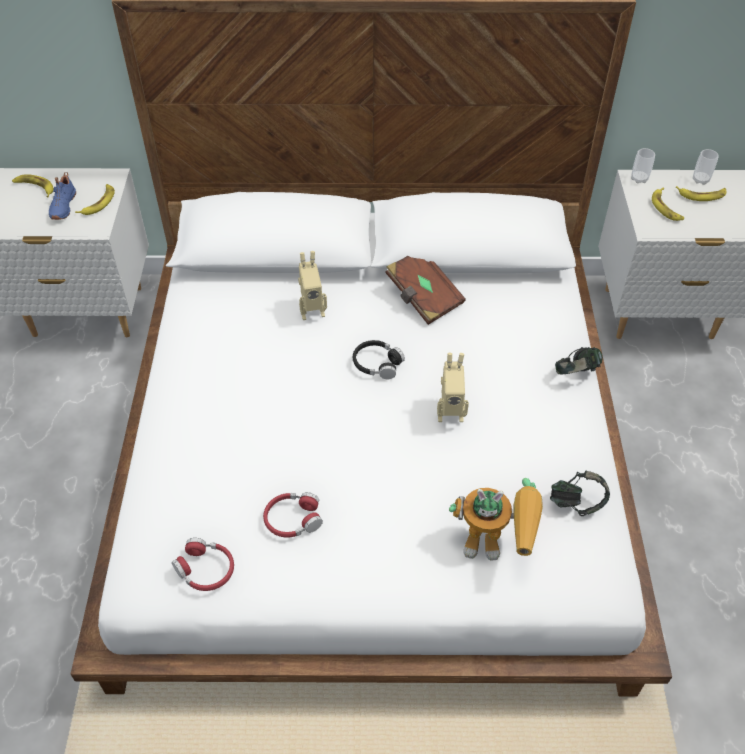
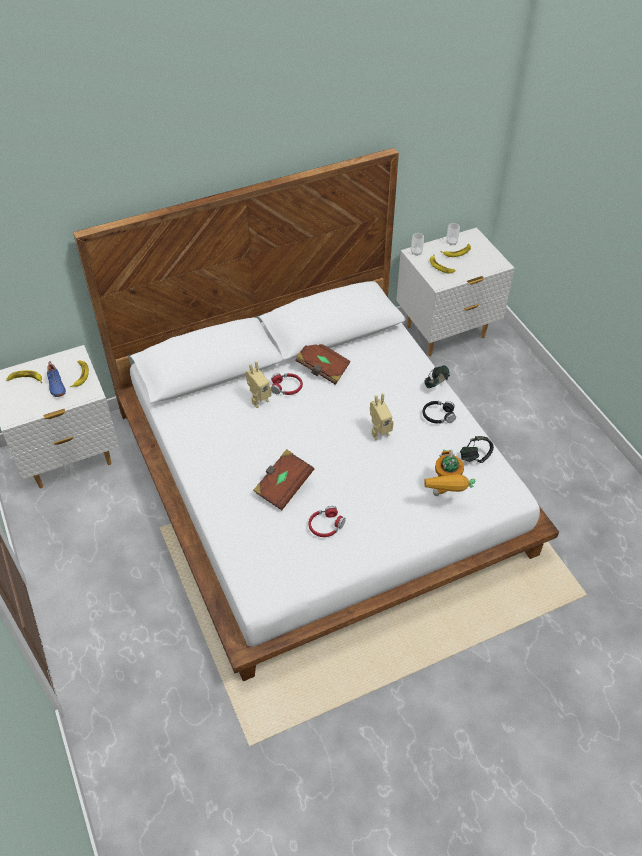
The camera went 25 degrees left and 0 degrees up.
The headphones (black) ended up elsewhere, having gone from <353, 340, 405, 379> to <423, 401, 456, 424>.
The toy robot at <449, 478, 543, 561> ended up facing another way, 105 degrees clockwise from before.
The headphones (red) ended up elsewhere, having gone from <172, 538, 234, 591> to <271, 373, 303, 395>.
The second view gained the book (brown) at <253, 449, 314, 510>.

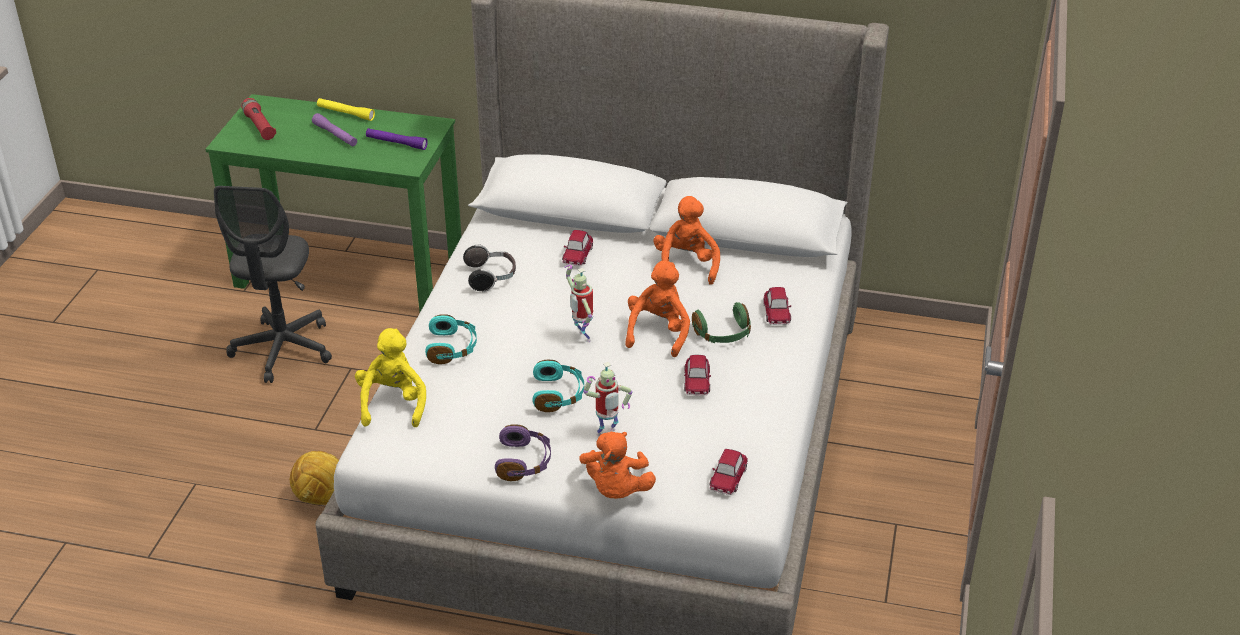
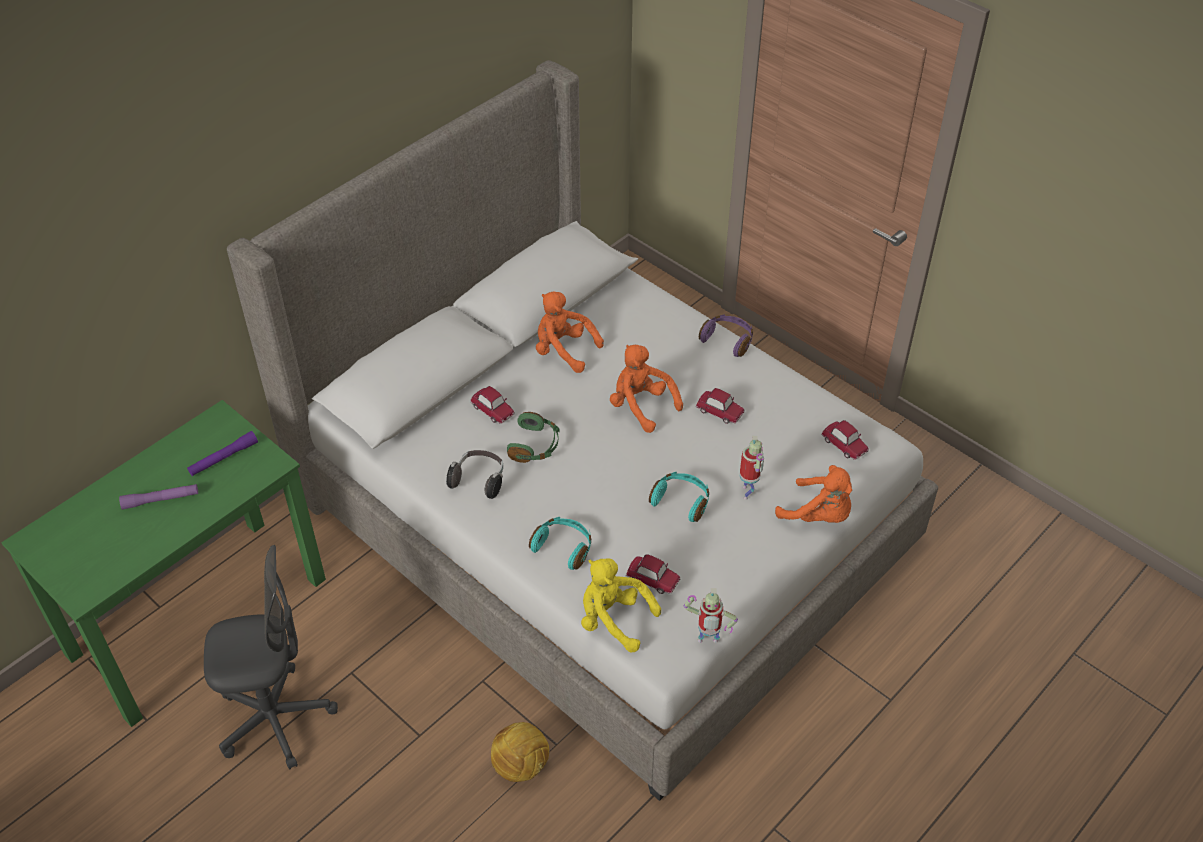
The camera went 60 degrees left and 10 degrees up.
The second view lost the flashlight (red) at <241, 98, 276, 140>.
The second view lost the flashlight (yellow) at <317, 98, 375, 121>.
The office chair (grey) at <214, 186, 332, 383> ended up facing another way, 45 degrees counterclockwise from before.
The toy robot ended up elsewhere, having gone from <564, 265, 593, 342> to <684, 588, 738, 643>.
The toy car ended up elsewhere, having gone from <763, 287, 791, 325> to <626, 554, 681, 594>.
The headphones (green) ended up elsewhere, having gone from <692, 302, 751, 343> to <507, 412, 560, 463>.
The headphones (purple) ended up elsewhere, having gone from <495, 424, 551, 481> to <699, 314, 753, 357>.

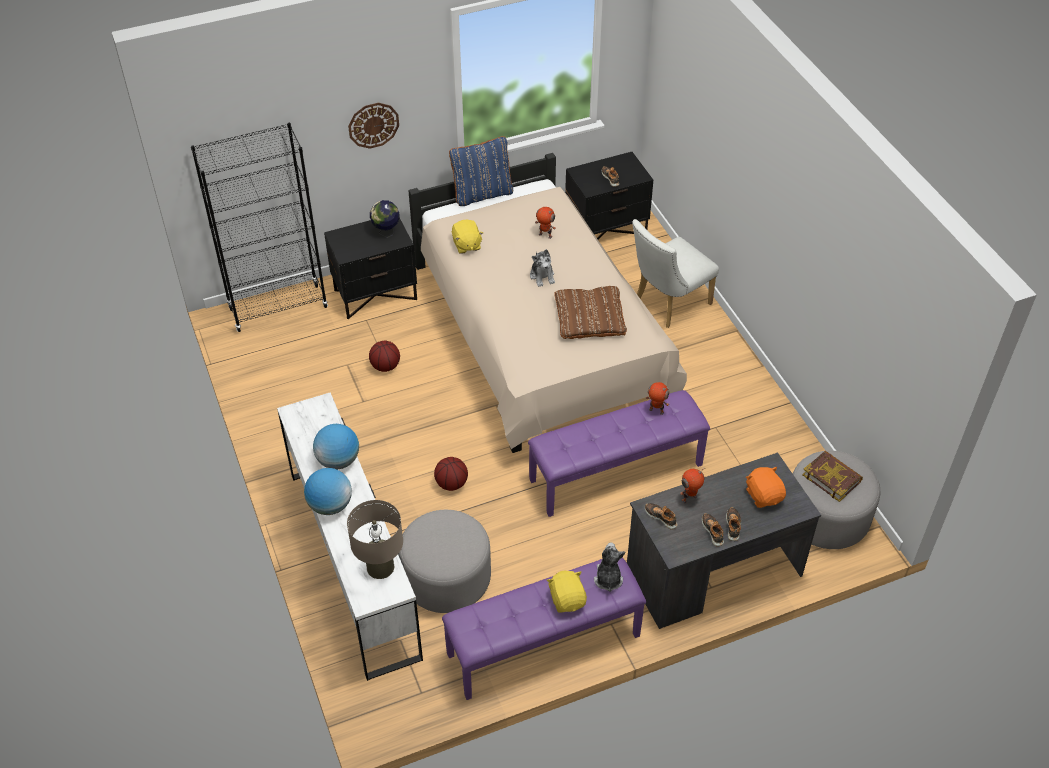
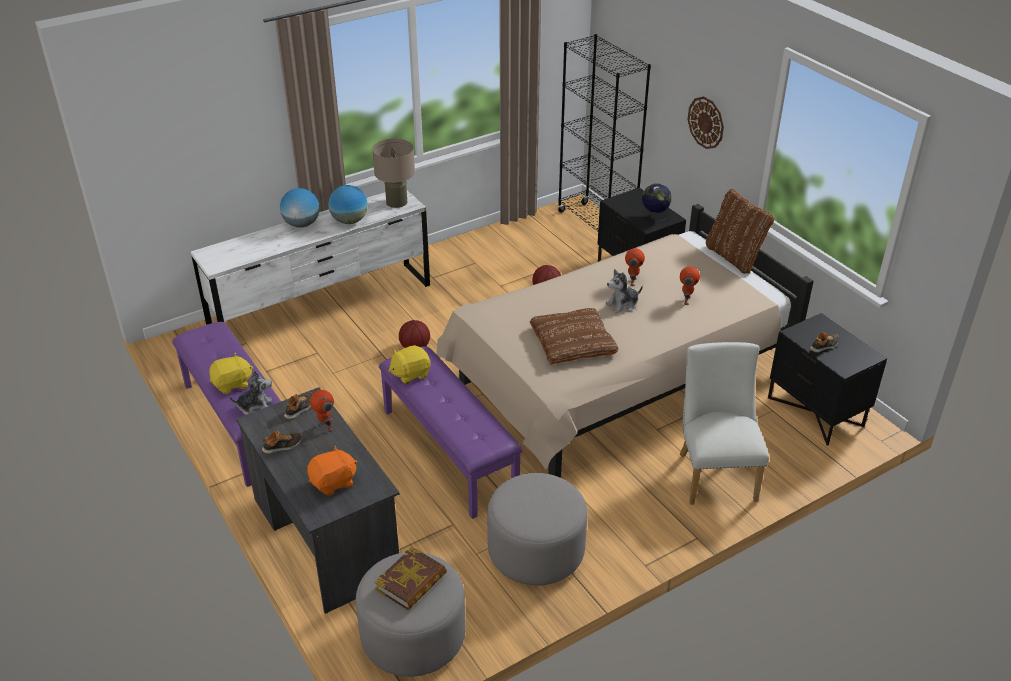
The camera went 80 degrees right and 10 degrees down.
What was the pillow (blue) at <449, 136, 513, 206> turned into the pillow (brown) at <706, 189, 774, 274>.
The chair (white) at <632, 219, 719, 328> ended up facing another way, 45 degrees clockwise from before.
The plush toy (yellow) ended up elsewhere, having gone from <452, 220, 483, 254> to <389, 345, 431, 384>.
The toy robot ended up elsewhere, having gone from <646, 382, 669, 415> to <625, 248, 645, 286>.
The table lamp (beige) ended up elsewhere, having gone from <347, 500, 403, 579> to <372, 138, 415, 208>.
The second view lost the shoe at <726, 507, 741, 541>.
The ottoman (grey) ended up elsewhere, having gone from <399, 510, 491, 613> to <487, 473, 587, 585>.

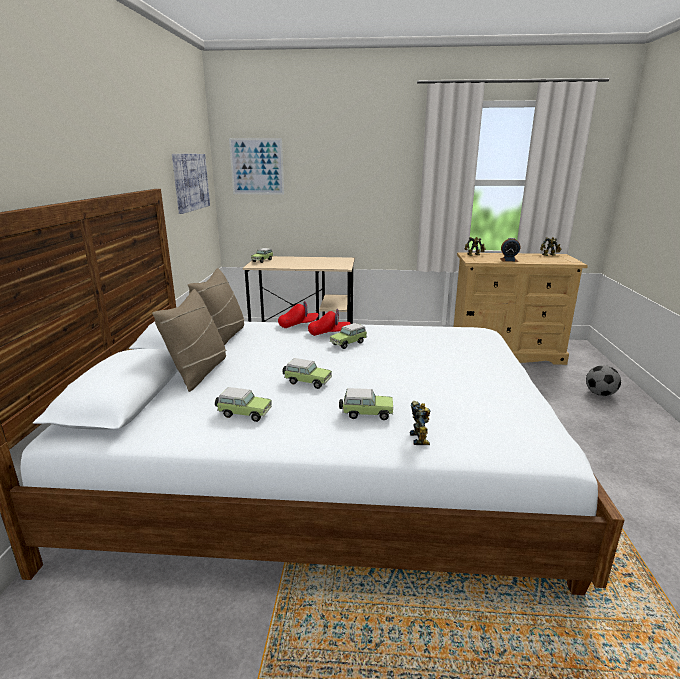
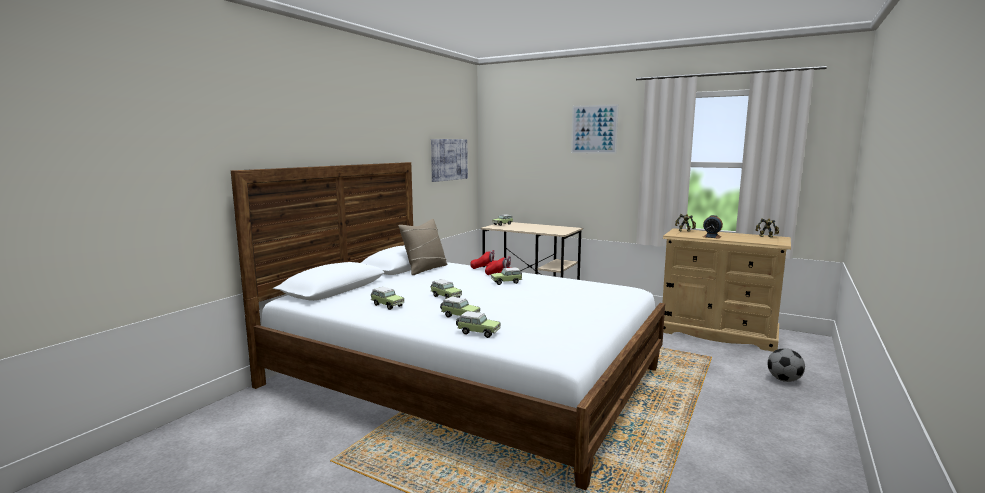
The camera went 25 degrees right and 10 degrees down.
The picture ended up elsewhere, having gone from <229, 138, 284, 195> to <571, 104, 619, 154>.
The second view lost the pillow (beige) at <152, 289, 226, 392>.
Where the toy robot stood at <410, 401, 430, 445>, the toy car came to stand at <456, 311, 501, 338>.

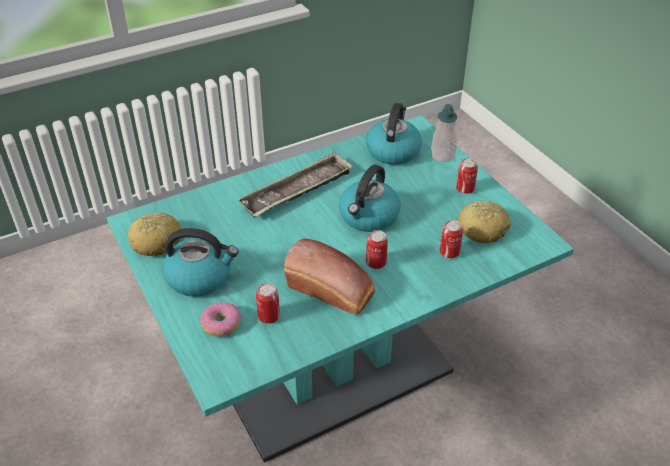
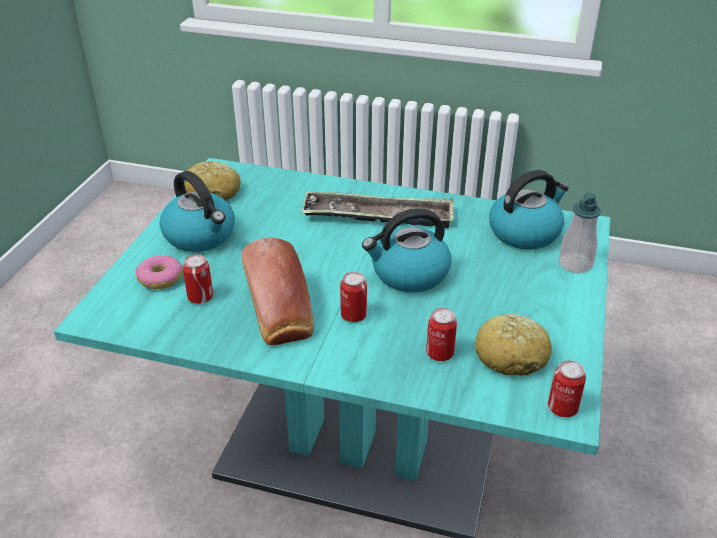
The camera went 45 degrees right and 5 degrees down.
The can ended up elsewhere, having gone from <456, 158, 478, 194> to <548, 360, 586, 417>.

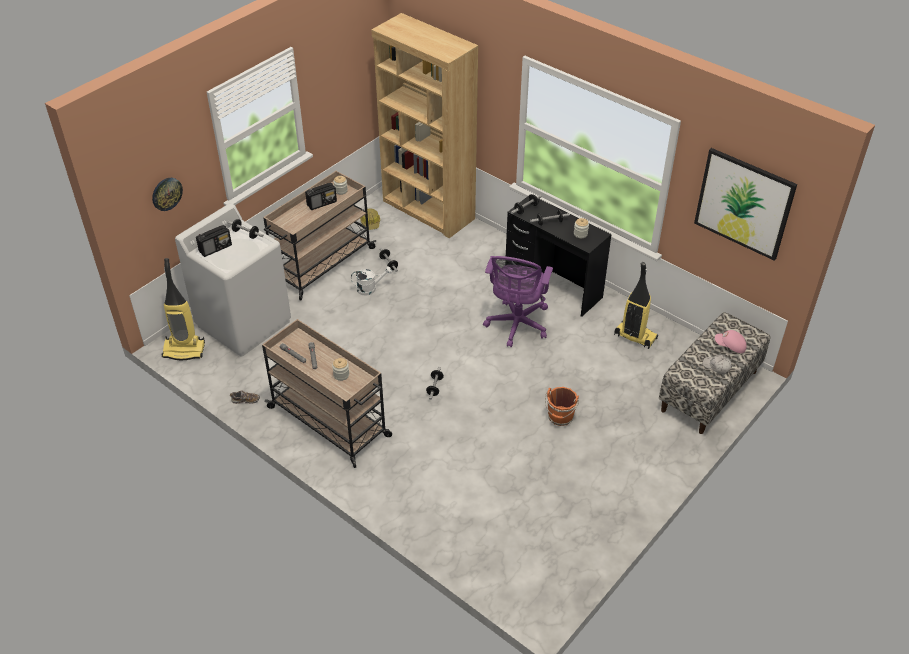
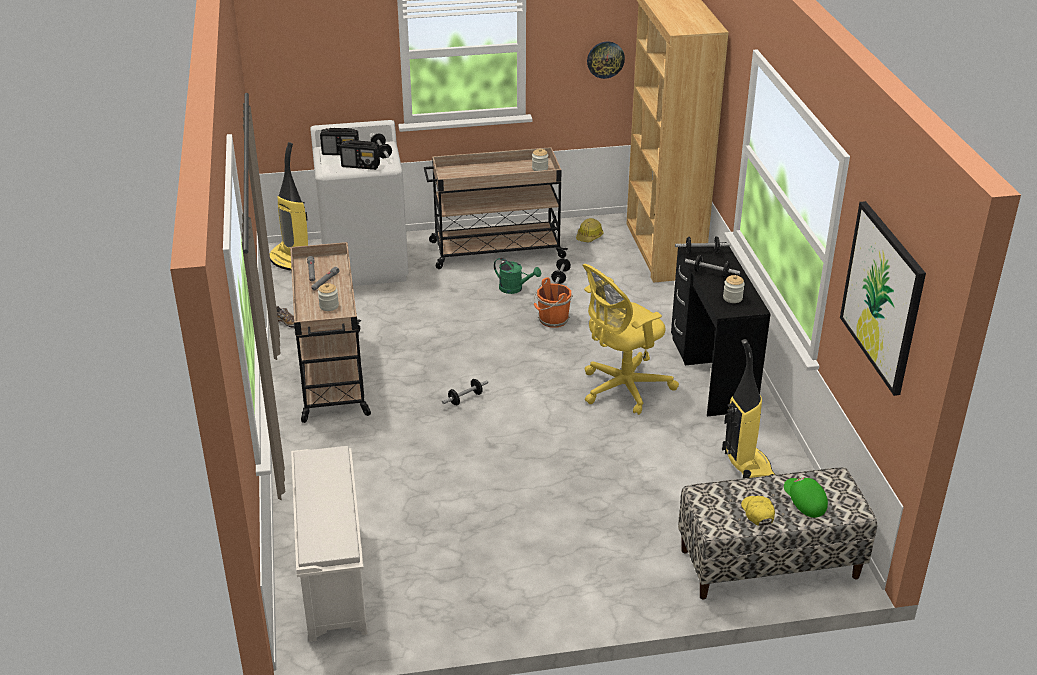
The camera went 40 degrees right and 10 degrees down.
The wall clock ended up elsewhere, having gone from <152, 178, 183, 211> to <587, 41, 625, 79>.
The radio ended up elsewhere, having gone from <305, 183, 337, 210> to <340, 140, 380, 170>.
What was the office chair (purple) at <483, 256, 553, 347> turned into the office chair (yellow) at <582, 264, 679, 415>.
What was the watering can (white) at <351, 266, 392, 296> turned into the watering can (green) at <494, 258, 541, 294>.
What was the cap (pink) at <715, 330, 747, 353> turned into the cap (green) at <784, 477, 828, 518>.
What was the cap (white) at <703, 355, 732, 374> turned into the cap (yellow) at <741, 496, 775, 526>.
The bucket (orange) ended up elsewhere, having gone from <545, 387, 579, 426> to <534, 277, 573, 327>.
The second view gained the shoe rack (white) at <291, 446, 367, 642>.

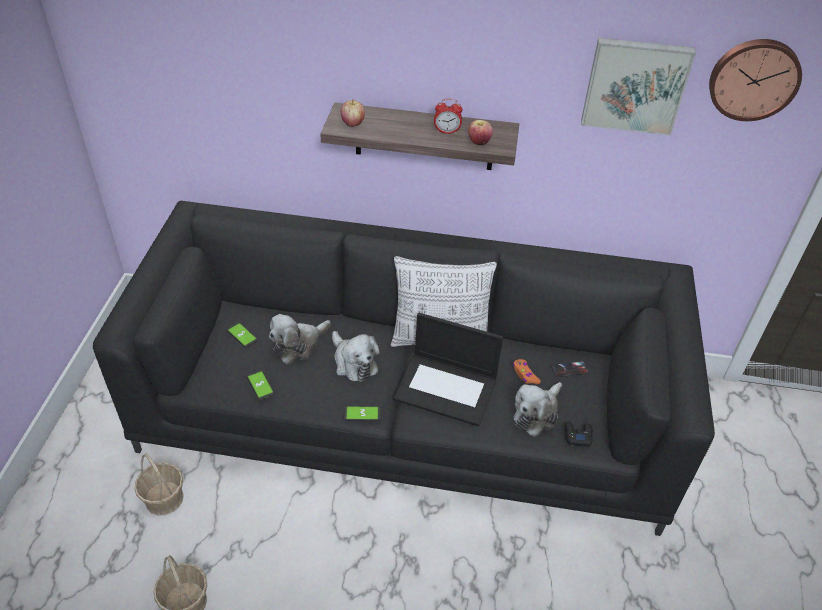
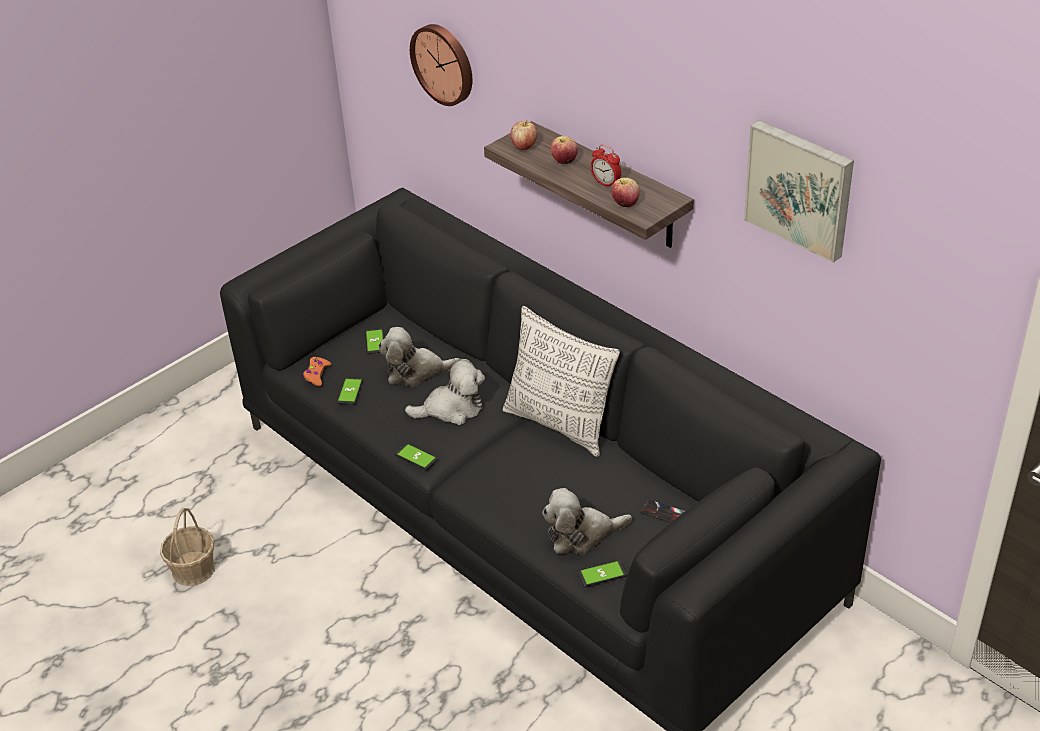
The camera went 40 degrees right and 5 degrees down.
The wall clock ended up elsewhere, having gone from <709, 39, 802, 121> to <410, 24, 472, 106>.
The second view lost the laptop at <393, 312, 503, 427>.
The plush toy at <332, 331, 380, 382> ended up facing another way, 105 degrees counterclockwise from before.
The game controller (orange) ended up elsewhere, having gone from <513, 359, 541, 384> to <303, 357, 331, 386>.
Where the game controller (black) stood at <565, 422, 593, 447>, the phone came to stand at <578, 560, 627, 587>.
The second view lost the basket at <134, 453, 184, 516>.
The second view gained the apple at <550, 136, 578, 164>.

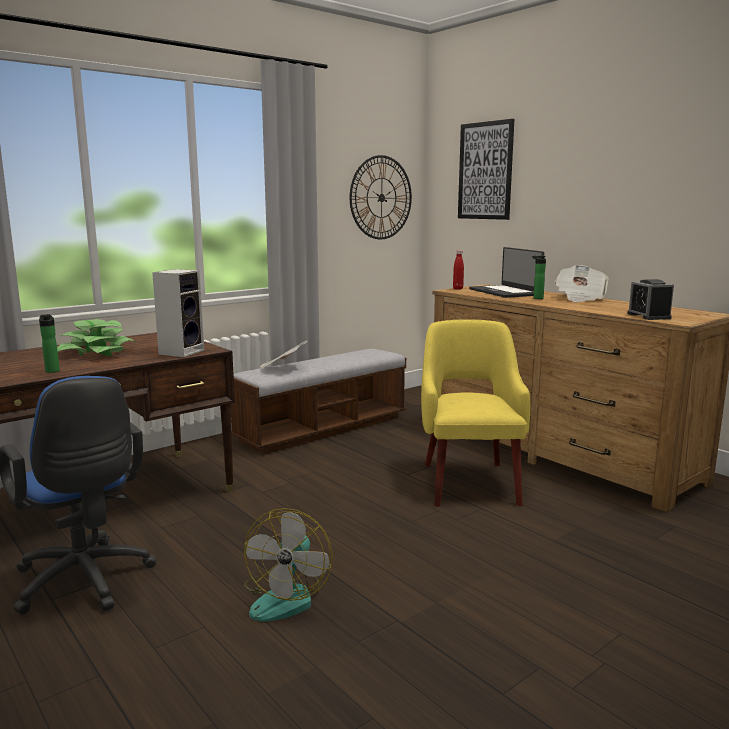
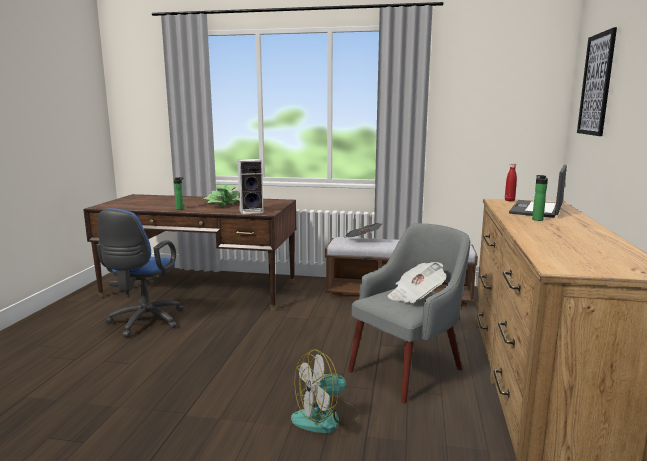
The camera went 50 degrees right and 0 degrees up.
The second view lost the wall clock at <350, 155, 412, 239>.
The newspaper ended up elsewhere, having gone from <555, 265, 609, 302> to <388, 262, 446, 303>.
The second view lost the alarm clock at <628, 279, 674, 320>.
What was the armchair (yellow) at <421, 319, 530, 507> turned into the armchair (grey) at <348, 223, 470, 403>.
The fan ended up elsewhere, having gone from <244, 508, 333, 622> to <291, 349, 360, 433>.

